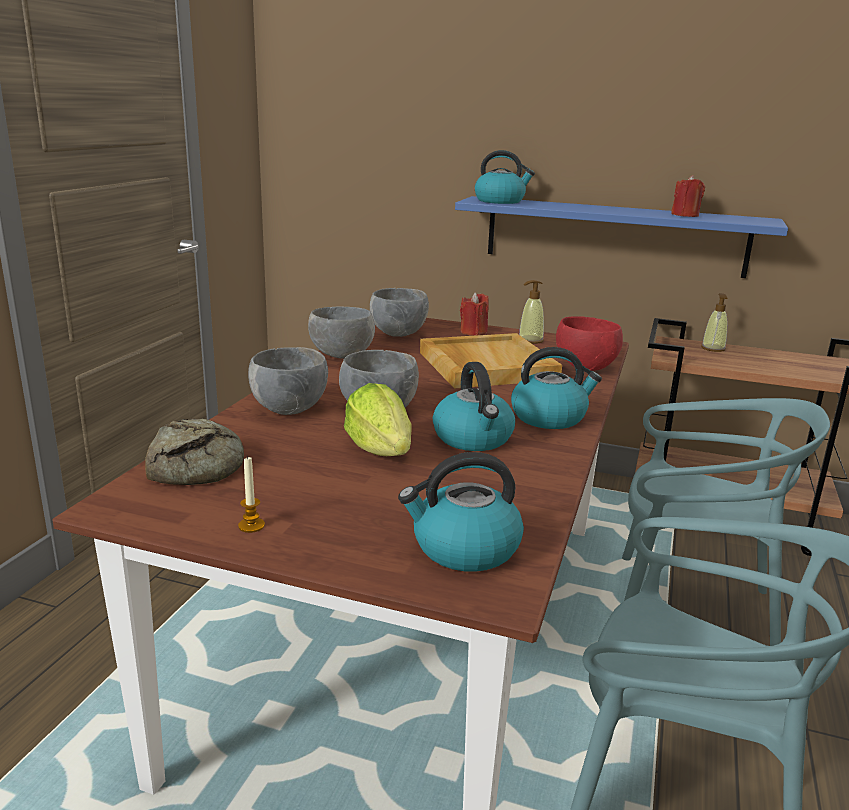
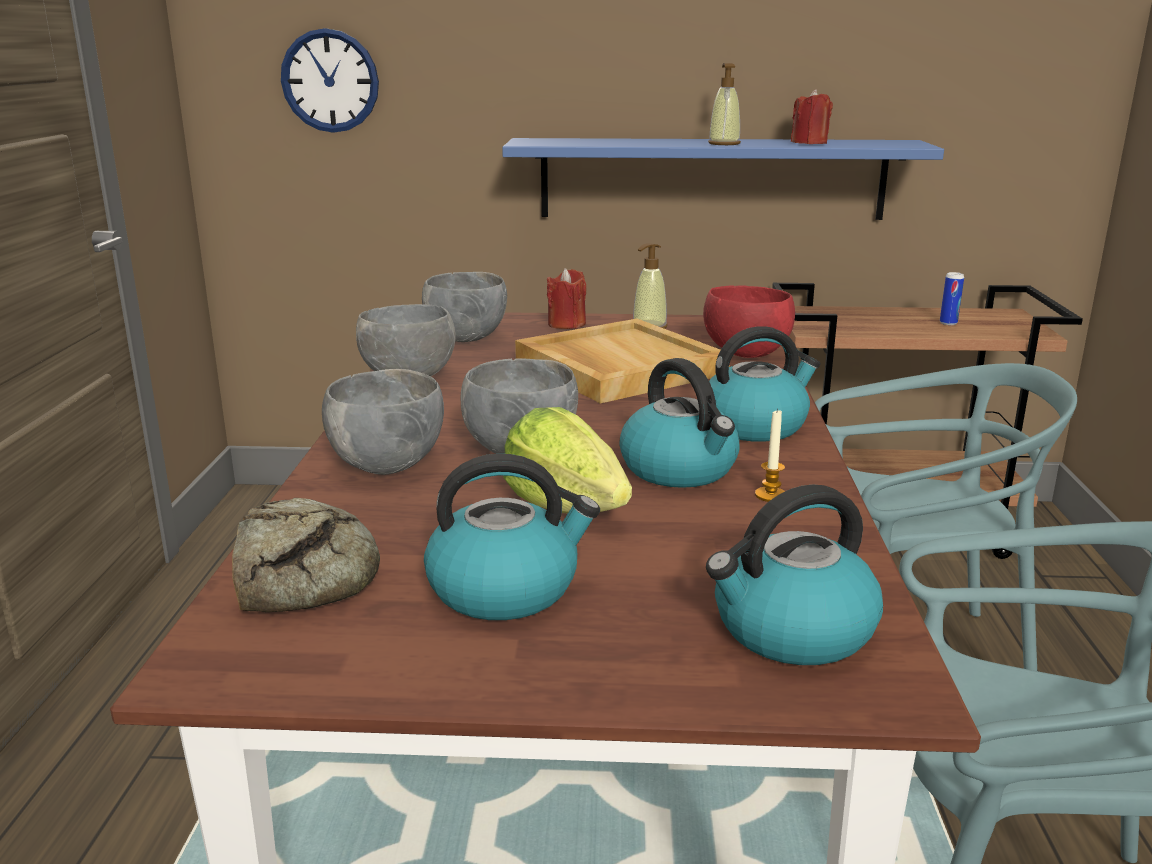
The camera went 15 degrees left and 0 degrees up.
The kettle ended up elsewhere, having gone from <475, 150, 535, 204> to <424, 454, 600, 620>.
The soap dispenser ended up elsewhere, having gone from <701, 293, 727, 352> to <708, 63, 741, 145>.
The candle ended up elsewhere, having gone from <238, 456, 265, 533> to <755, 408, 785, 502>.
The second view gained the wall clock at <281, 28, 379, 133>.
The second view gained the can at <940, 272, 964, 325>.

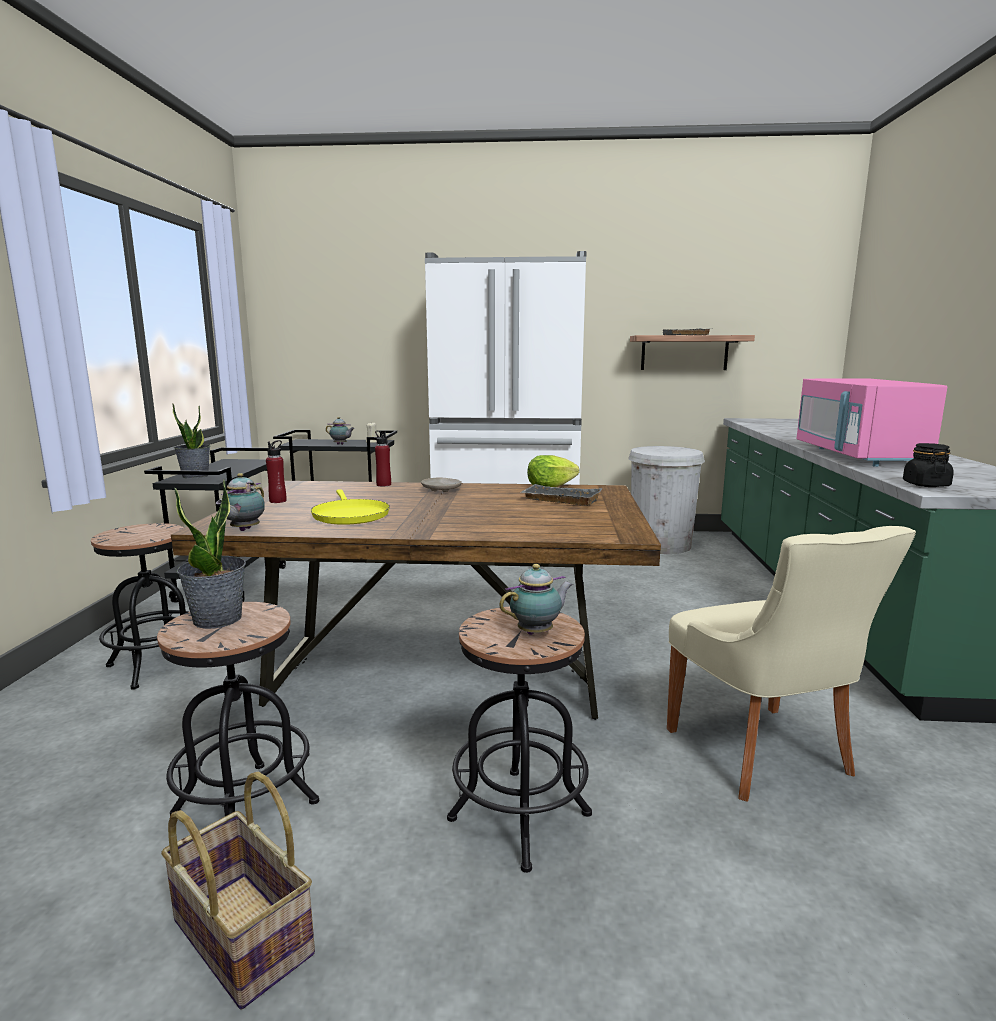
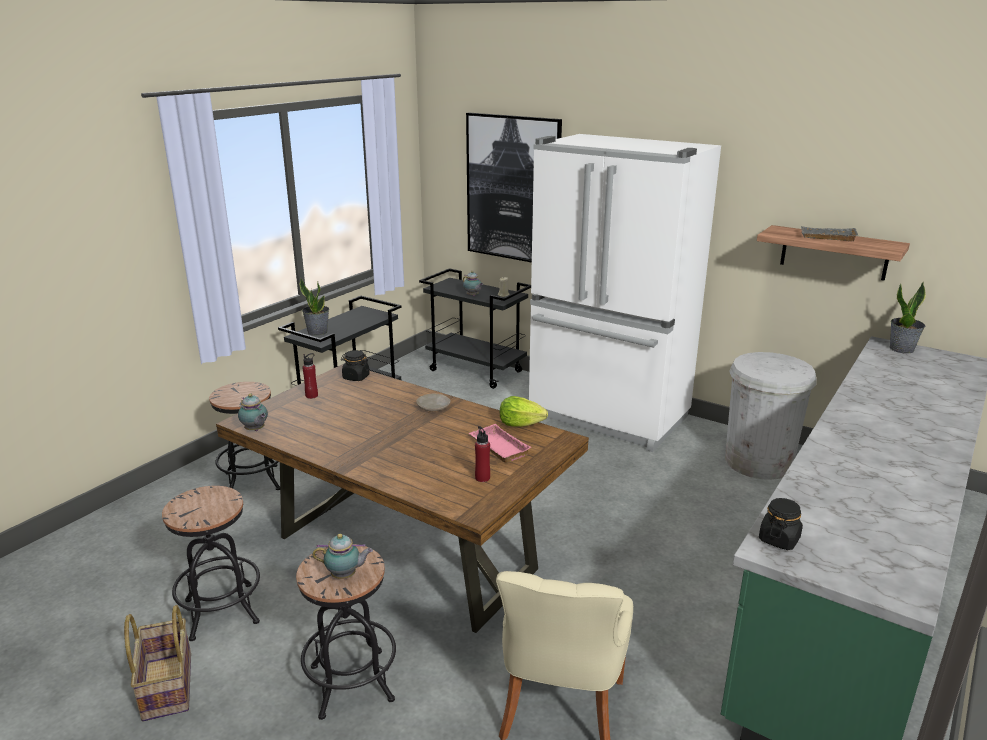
The camera went 30 degrees right and 10 degrees up.
The second view lost the microwave (pink) at <797, 378, 947, 467>.
The bottle (red) ended up elsewhere, having gone from <375, 430, 391, 487> to <475, 426, 490, 482>.
The teapot at <216, 473, 265, 531> ended up facing another way, 90 degrees counterclockwise from before.
The potted plant ended up elsewhere, having gone from <175, 479, 246, 629> to <890, 281, 926, 354>.
What was the tray (grey) at <520, 484, 603, 506> turned into the tray (pink) at <469, 424, 531, 463>.
The second view lost the frying pan (yellow) at <311, 489, 390, 525>.
The second view gained the picture at <466, 113, 562, 263>.
The second view gained the jar (black) at <341, 350, 370, 381>.

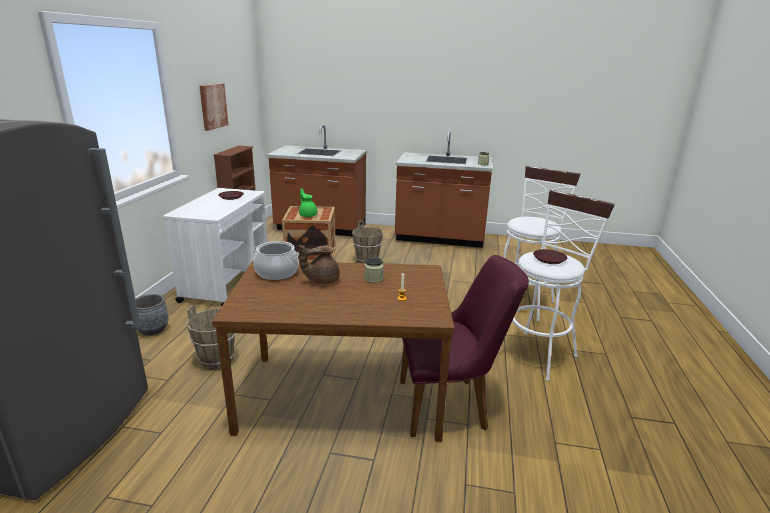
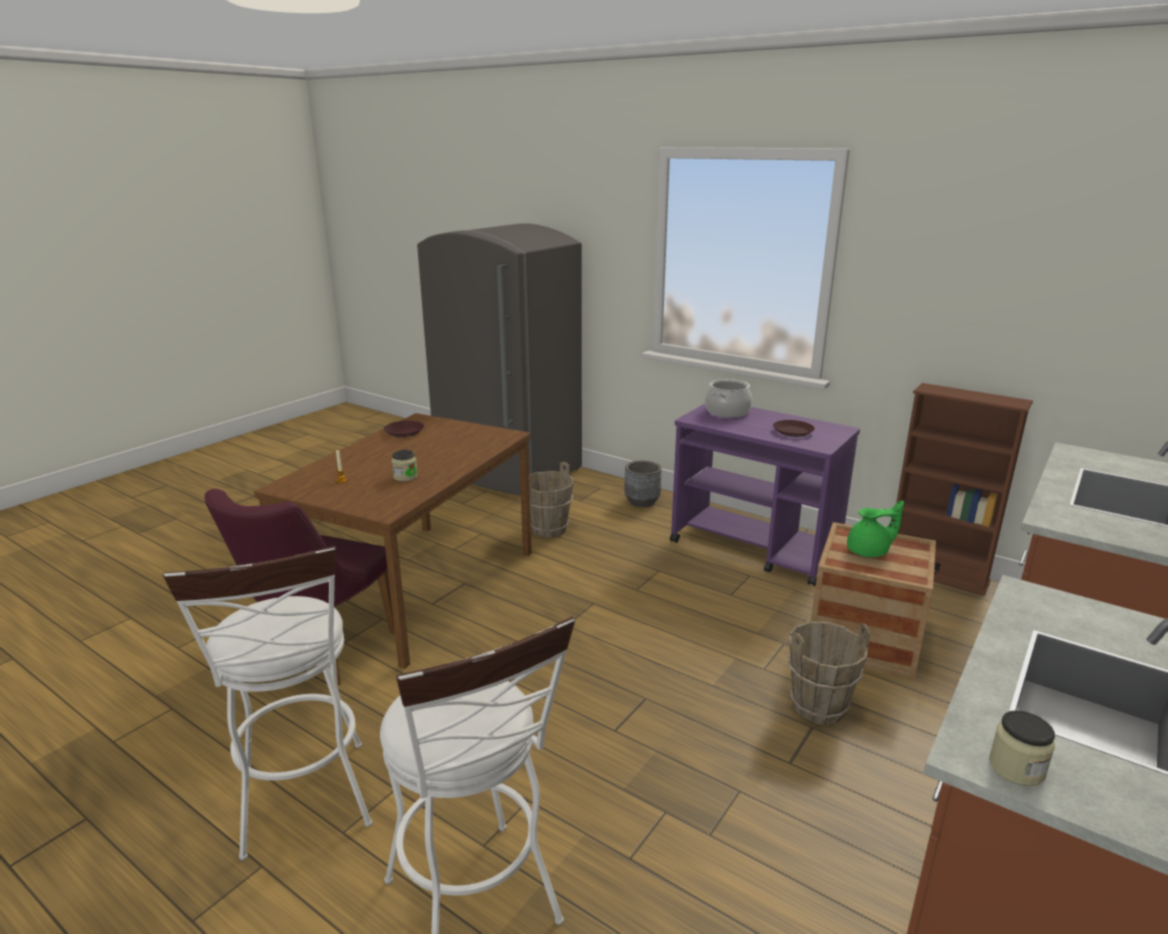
The camera went 115 degrees right and 0 degrees up.
The second view lost the picture at <200, 83, 228, 131>.
What was the cart (white) at <163, 188, 267, 306> turned into the cart (purple) at <670, 404, 860, 586>.
The cooking pot ended up elsewhere, having gone from <252, 241, 299, 280> to <705, 379, 752, 418>.
The second view lost the teapot (brown) at <299, 245, 340, 285>.
The plate (brown) ended up elsewhere, having gone from <533, 249, 567, 264> to <383, 421, 424, 437>.

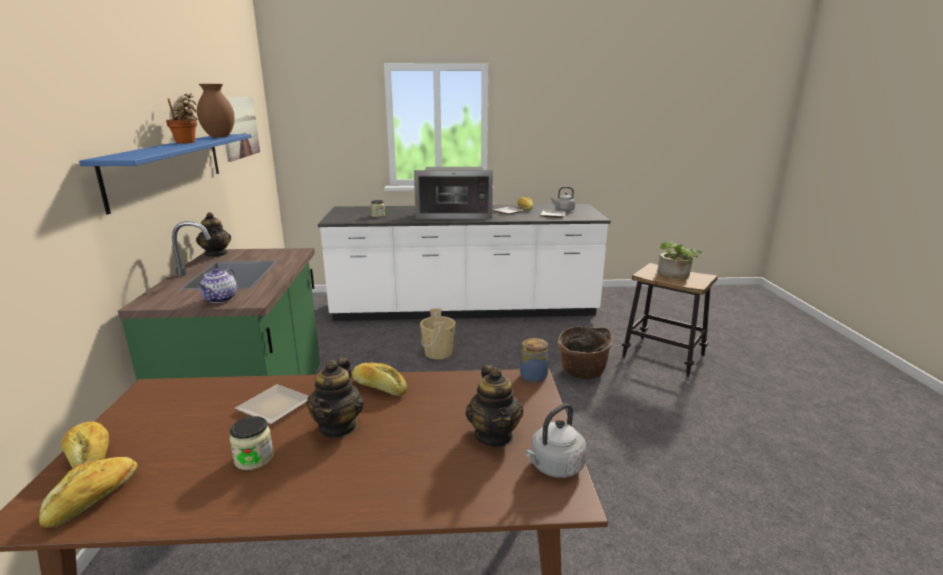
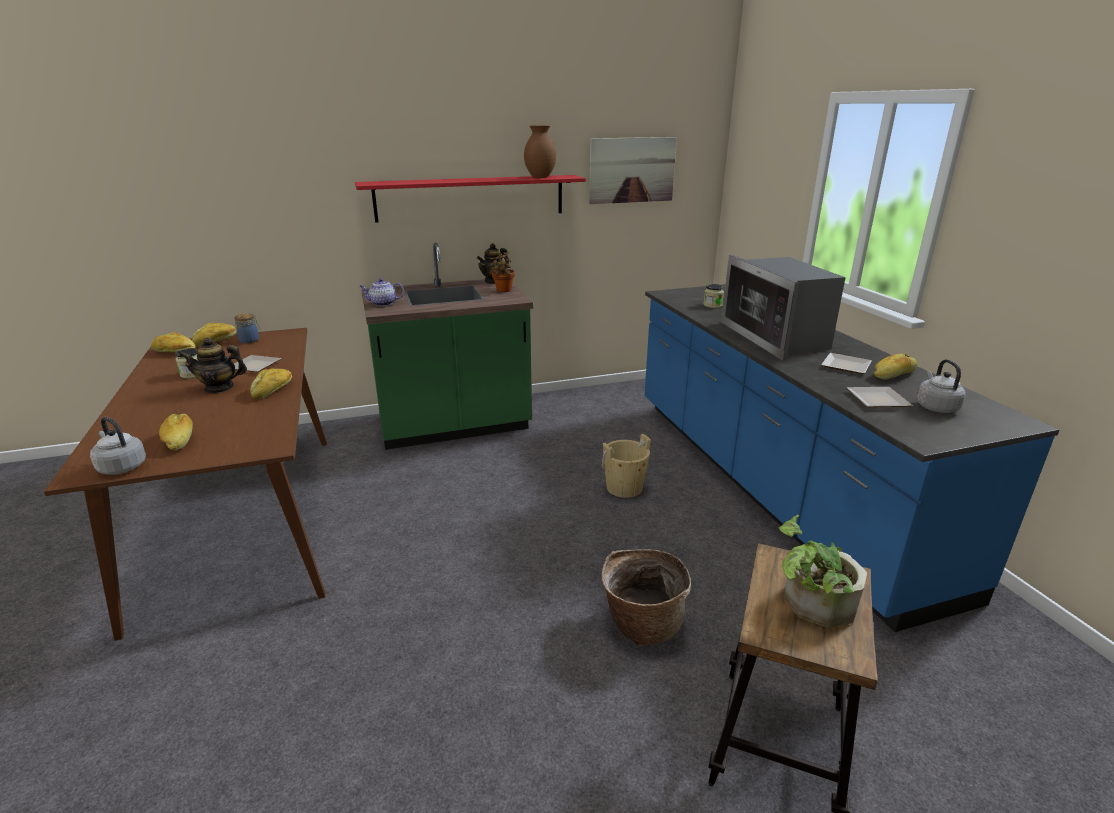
The camera went 75 degrees right and 5 degrees up.
The potted plant ended up elsewhere, having gone from <166, 93, 197, 144> to <490, 251, 515, 292>.
What was the shelf (blue) at <79, 134, 252, 214> turned into the shelf (red) at <355, 175, 586, 223>.
What was the counter (white) at <318, 204, 611, 321> turned into the counter (blue) at <644, 284, 1060, 632>.
The jar ended up elsewhere, having gone from <520, 338, 549, 383> to <234, 314, 260, 344>.
Where the teapot stood at <465, 365, 523, 447>, the bread came to stand at <159, 414, 193, 450>.

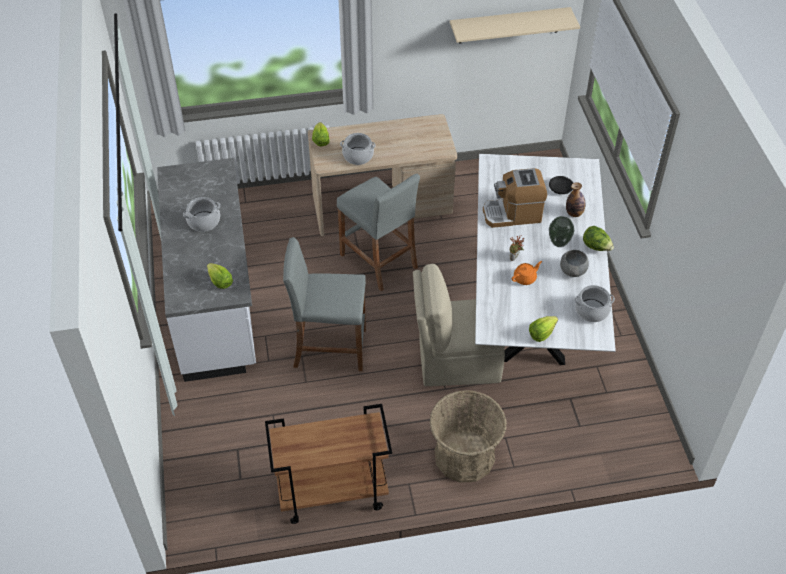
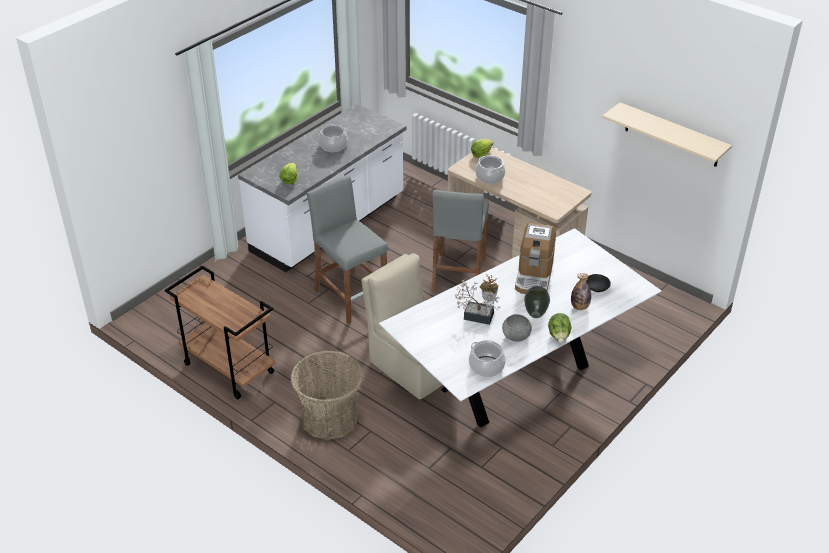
The camera went 50 degrees right and 10 degrees down.
The coffee machine at <483, 168, 547, 228> ended up facing another way, 120 degrees counterclockwise from before.
Where the teapot (orange) stood at <511, 261, 542, 285>, the potted plant came to stand at <455, 278, 500, 325>.
The second view lost the lettuce at <529, 316, 558, 342>.

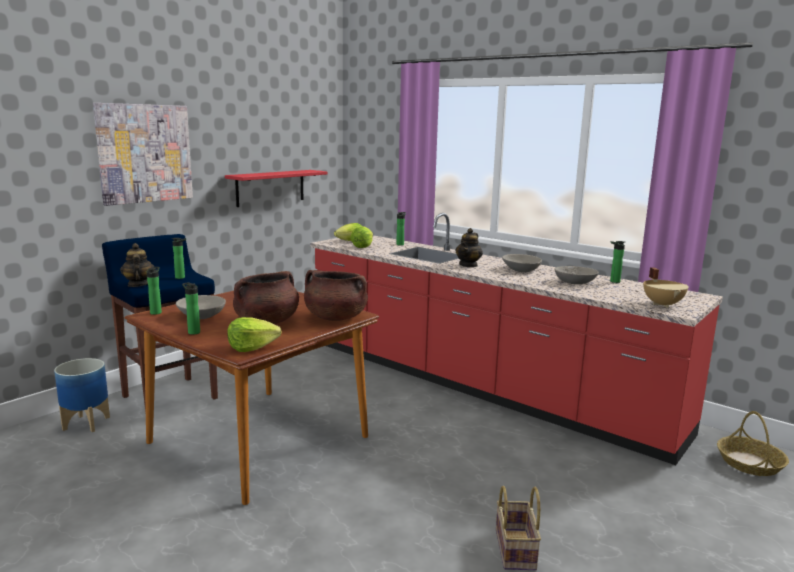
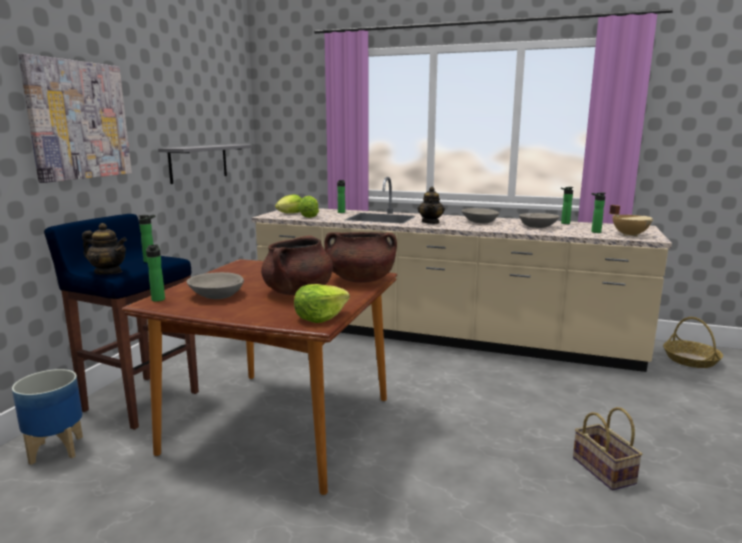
The camera went 20 degrees left and 0 degrees up.
What was the shelf (red) at <225, 170, 328, 207> turned into the shelf (grey) at <158, 144, 253, 184>.
What was the counter (red) at <310, 213, 723, 465> turned into the counter (beige) at <252, 177, 672, 372>.
The teapot at <120, 243, 154, 287> ended up facing another way, 150 degrees clockwise from before.
The bottle ended up elsewhere, having gone from <182, 282, 200, 335> to <591, 192, 605, 233>.

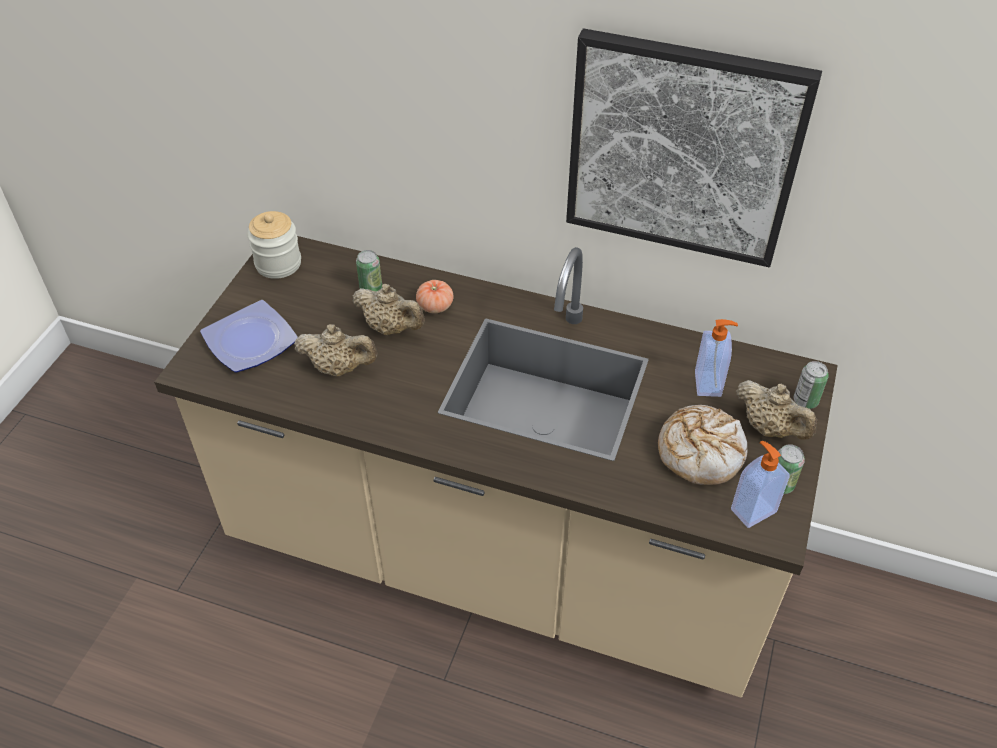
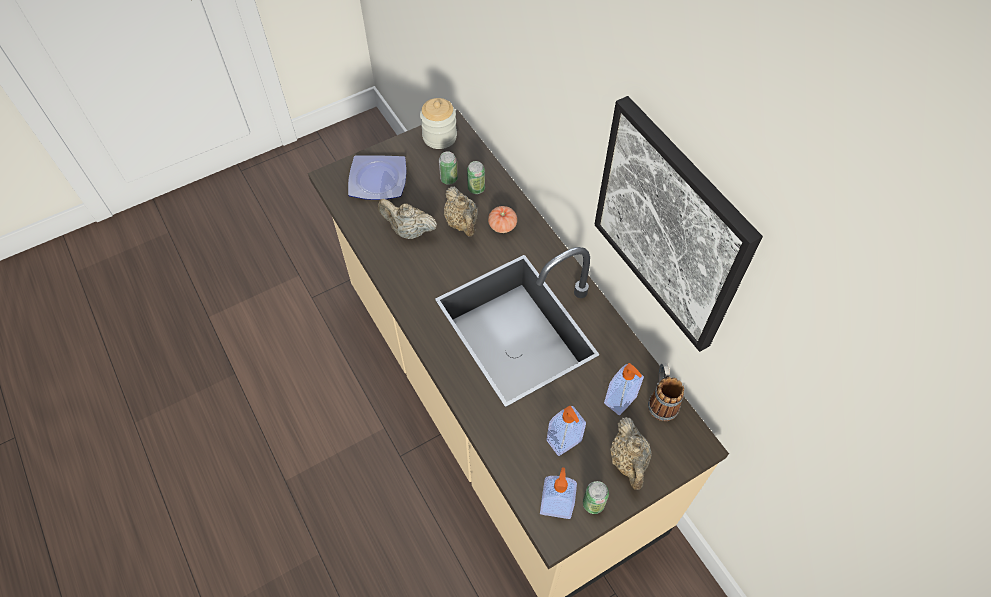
The camera went 40 degrees right and 10 degrees up.
The teapot (beige) at <294, 324, 378, 377> ended up facing another way, 150 degrees clockwise from before.
The can ended up elsewhere, having gone from <794, 361, 829, 409> to <439, 151, 458, 185>.
Where the bread stood at <658, 405, 747, 485>, the soap dispenser came to stand at <547, 406, 586, 456>.
The second view gained the mug at <648, 363, 684, 421>.

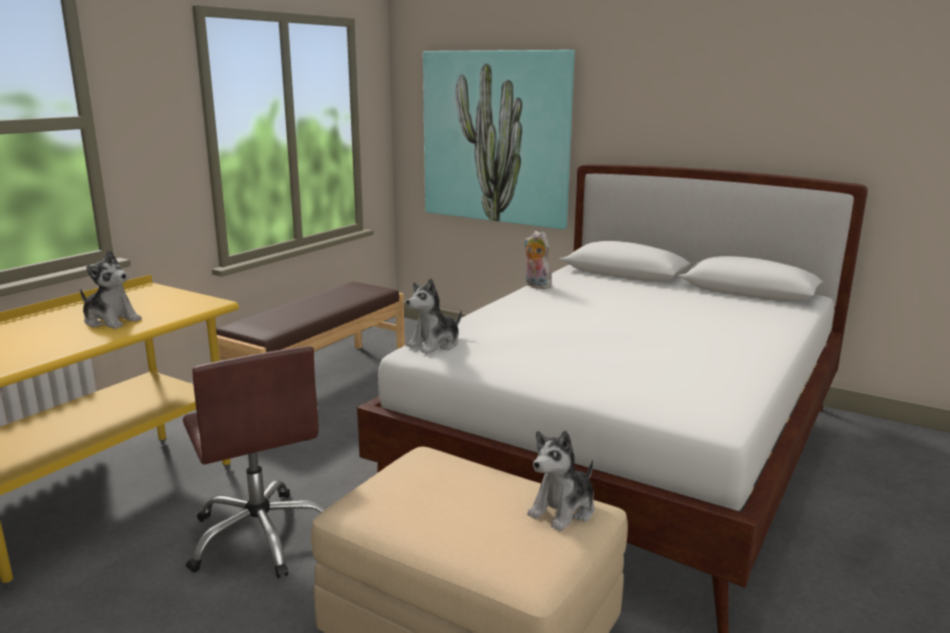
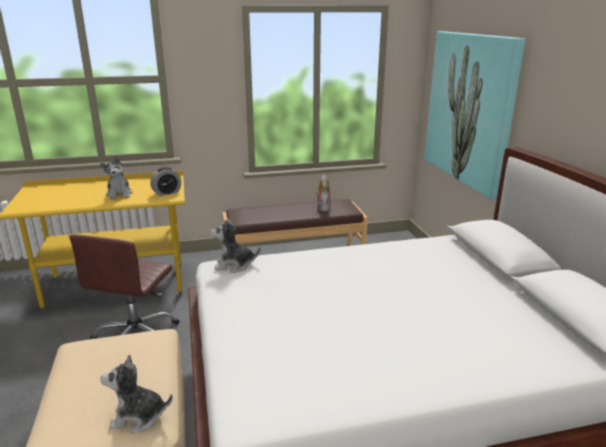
The camera went 45 degrees right and 5 degrees up.
The plush toy ended up elsewhere, having gone from <524, 231, 551, 289> to <315, 175, 331, 211>.
The second view gained the alarm clock at <150, 167, 181, 196>.

